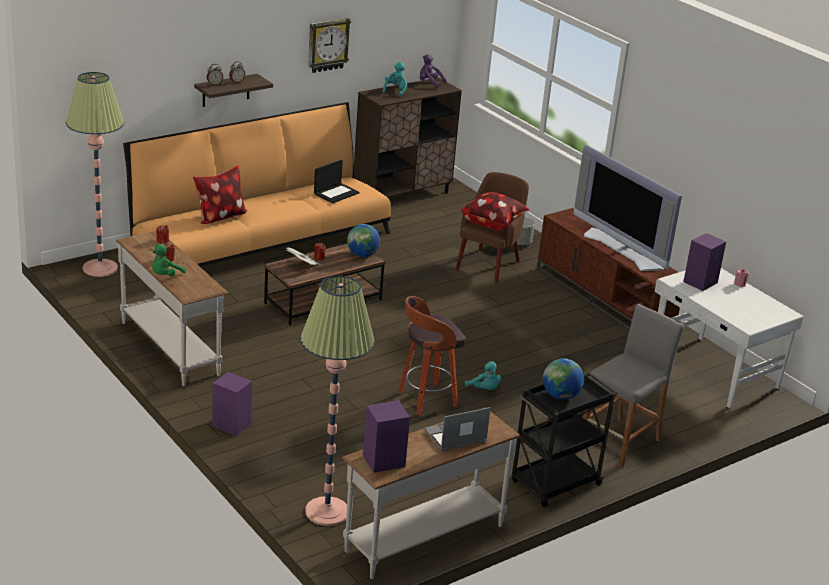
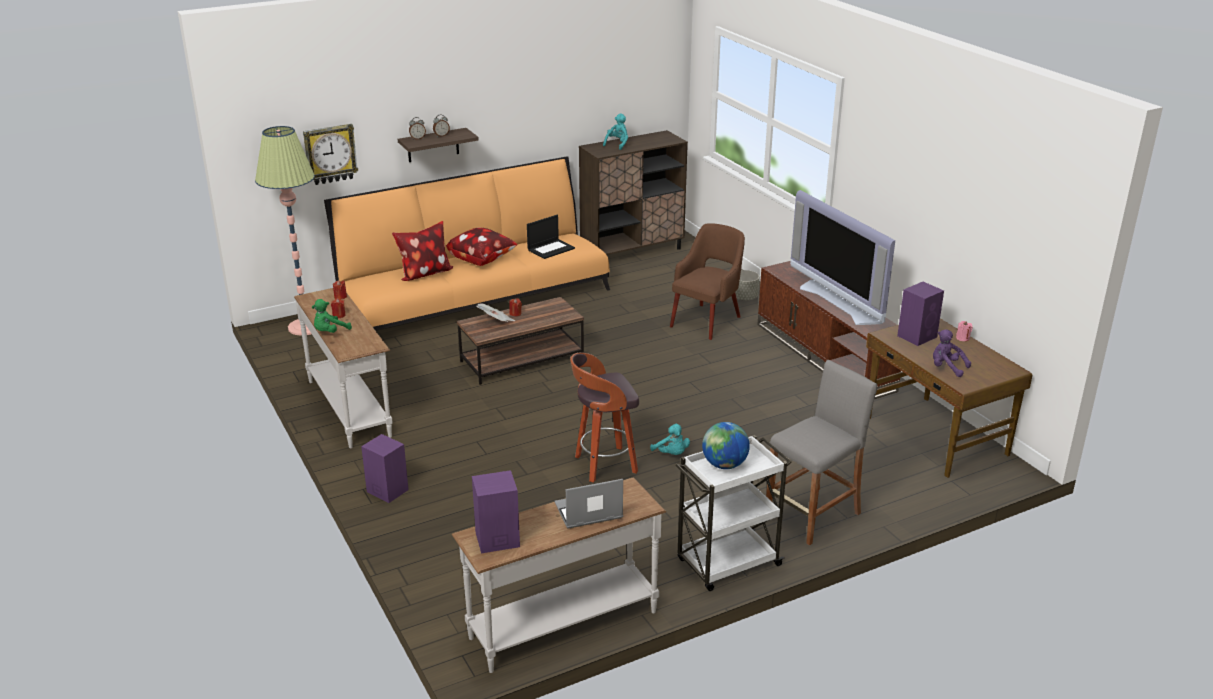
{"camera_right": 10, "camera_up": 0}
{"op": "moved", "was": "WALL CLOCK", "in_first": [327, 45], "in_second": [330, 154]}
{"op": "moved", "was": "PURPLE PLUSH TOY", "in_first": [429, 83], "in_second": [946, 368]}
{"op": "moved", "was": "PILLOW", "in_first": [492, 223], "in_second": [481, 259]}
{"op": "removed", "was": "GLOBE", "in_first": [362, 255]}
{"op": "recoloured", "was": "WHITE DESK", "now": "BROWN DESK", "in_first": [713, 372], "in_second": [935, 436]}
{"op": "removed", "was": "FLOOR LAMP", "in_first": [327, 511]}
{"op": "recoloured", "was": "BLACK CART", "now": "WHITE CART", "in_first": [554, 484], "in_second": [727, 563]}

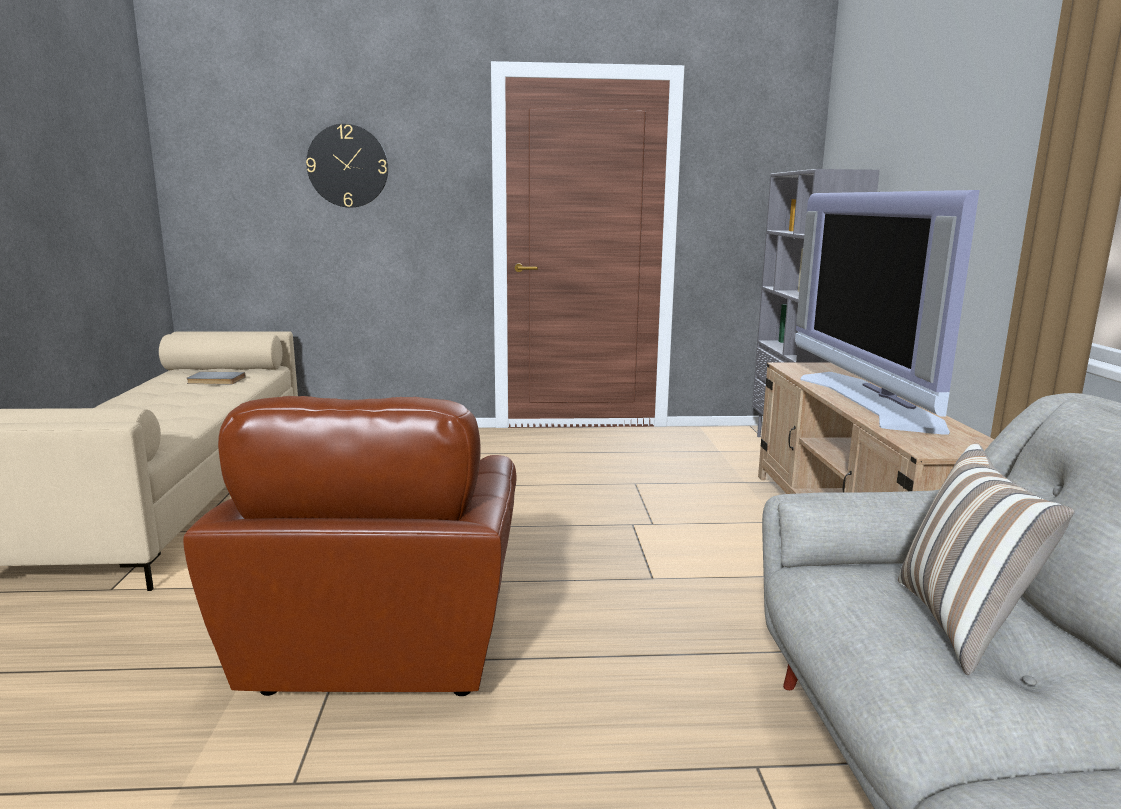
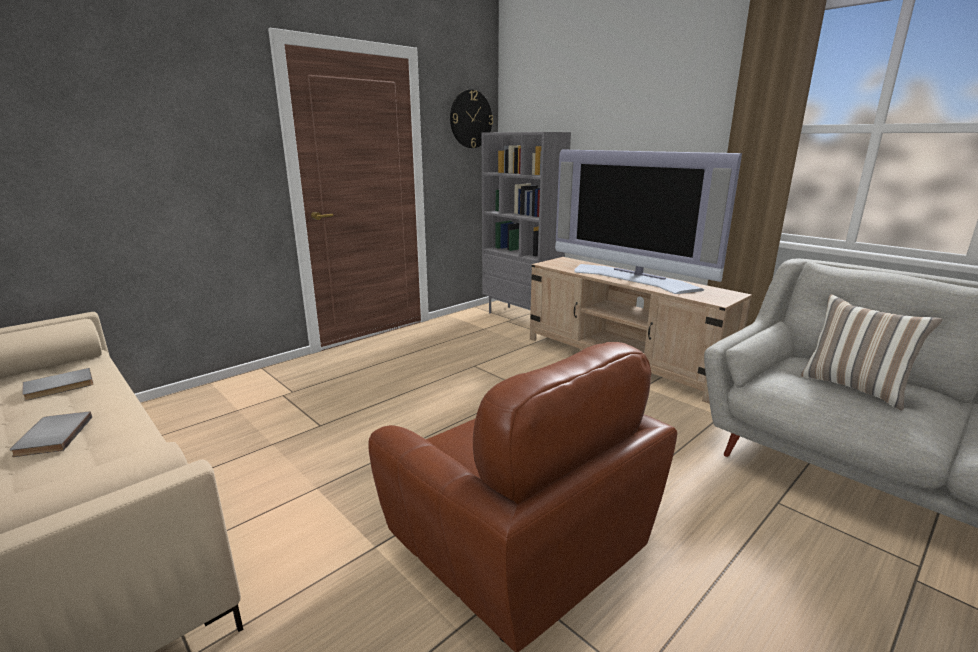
{"camera_right": -40, "camera_up": 5}
{"op": "moved", "was": "WALL CLOCK", "in_first": [348, 166], "in_second": [470, 119]}
{"op": "added", "now": "GREY BOOK", "in_second": [51, 436]}

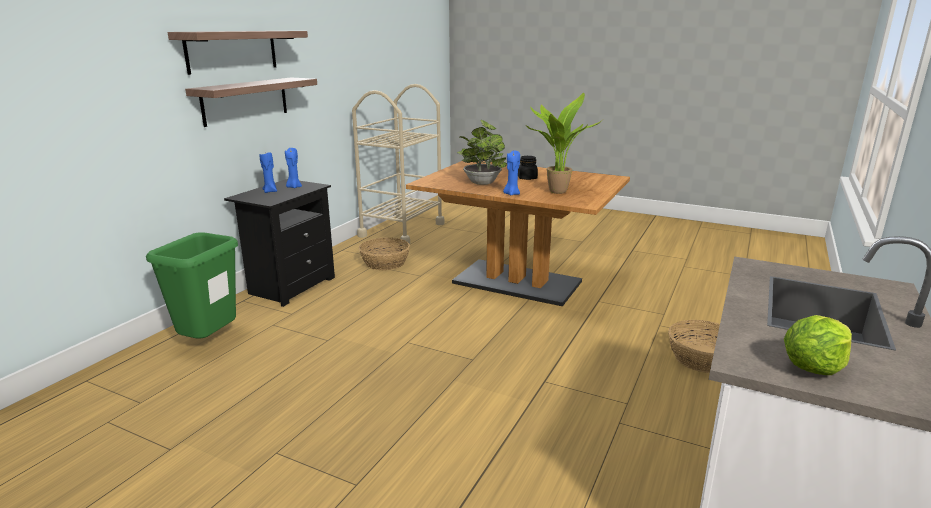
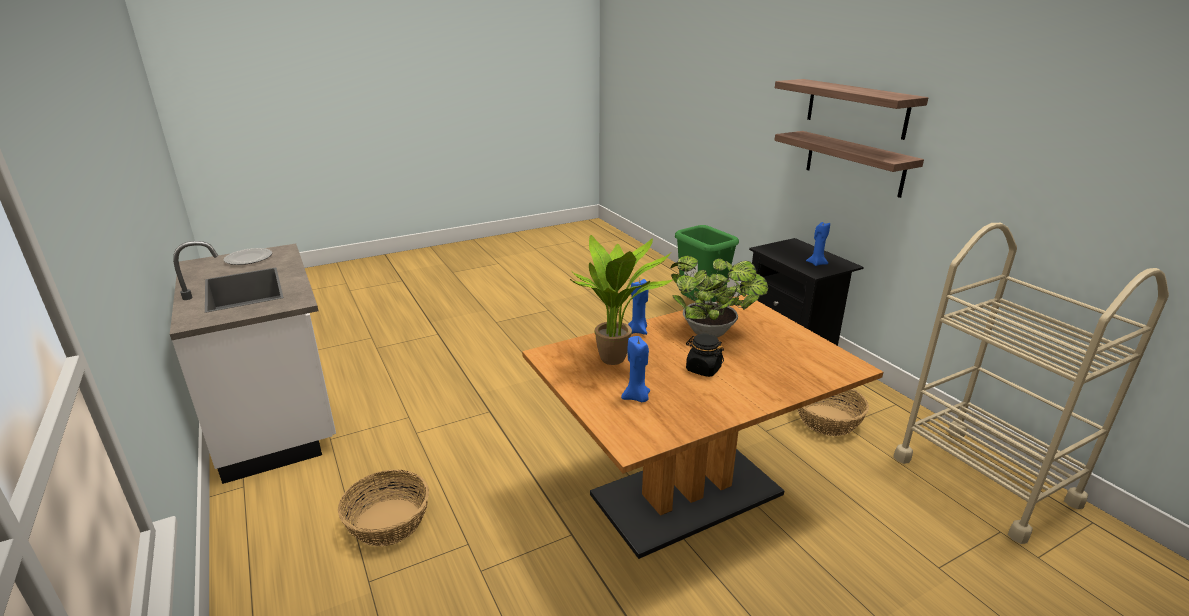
{"camera_right": 125, "camera_up": 5}
{"op": "moved", "was": "BLUE CANDLE", "in_first": [270, 191], "in_second": [637, 398]}
{"op": "replaced", "was": "LETTUCE", "now": "PLATE", "in_first": [813, 366], "in_second": [249, 258]}

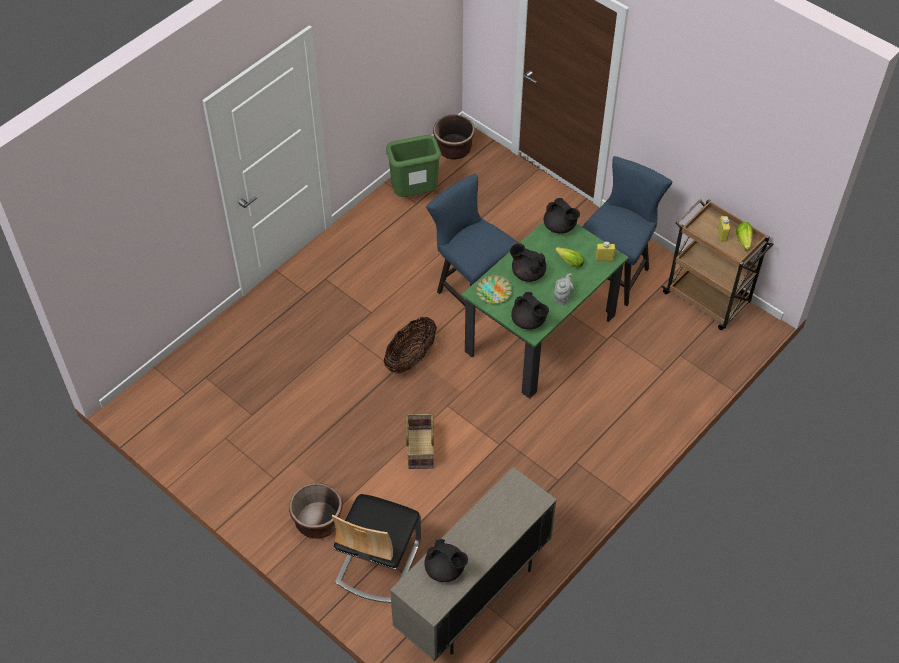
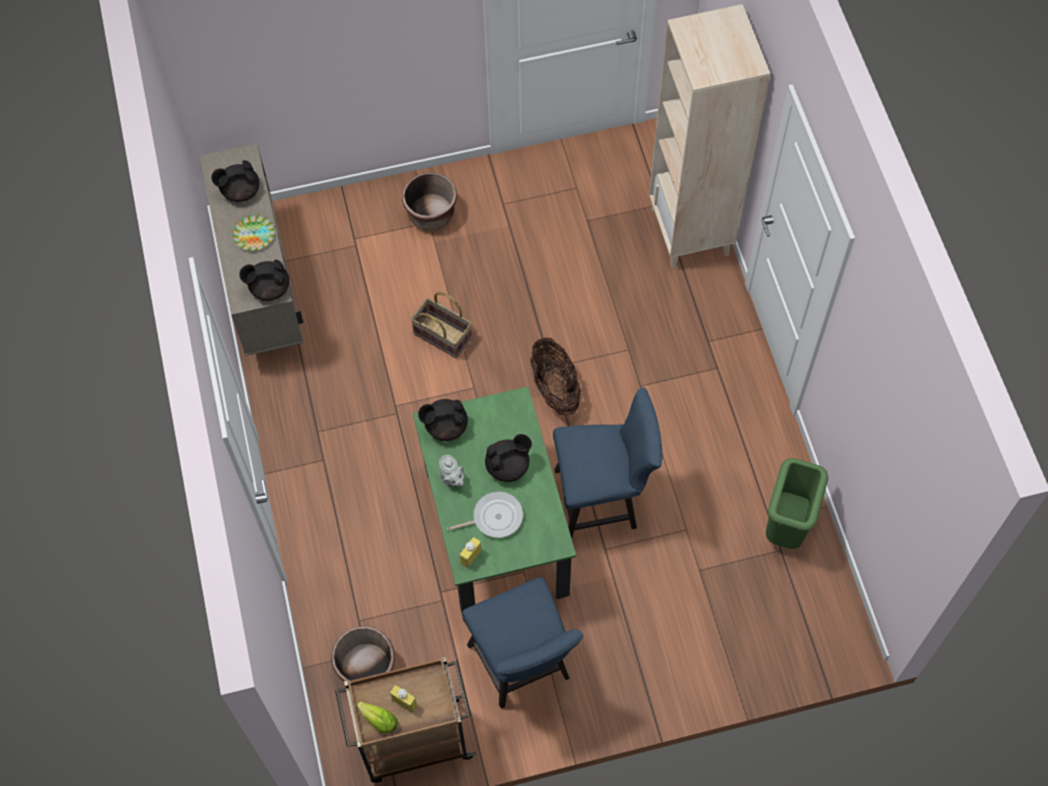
{"camera_right": 125, "camera_up": 10}
{"op": "moved", "was": "BROWN PLANTER", "in_first": [454, 149], "in_second": [366, 668]}
{"op": "moved", "was": "BLACK TEAPOT", "in_first": [560, 227], "in_second": [269, 288]}
{"op": "replaced", "was": "LETTUCE", "now": "FRYING PAN", "in_first": [568, 261], "in_second": [494, 517]}
{"op": "moved", "was": "PLATE", "in_first": [493, 291], "in_second": [254, 234]}
{"op": "removed", "was": "CHAIR", "in_first": [377, 562]}
{"op": "added", "now": "BEIGE BOOKCASE", "in_second": [690, 232]}

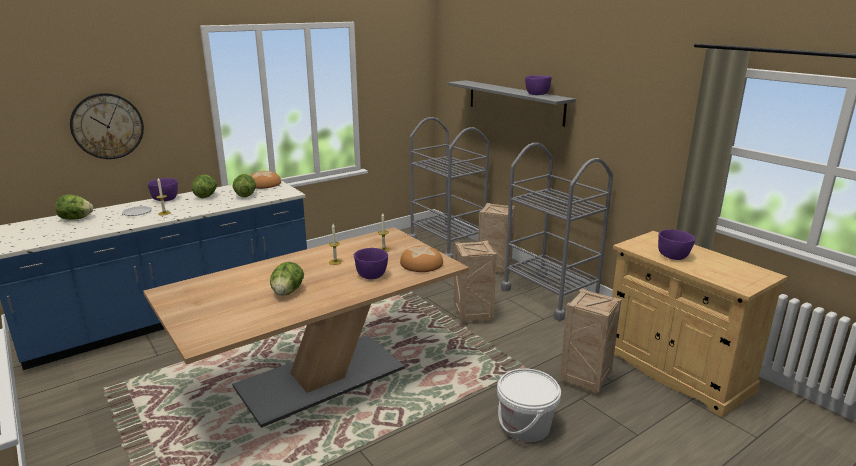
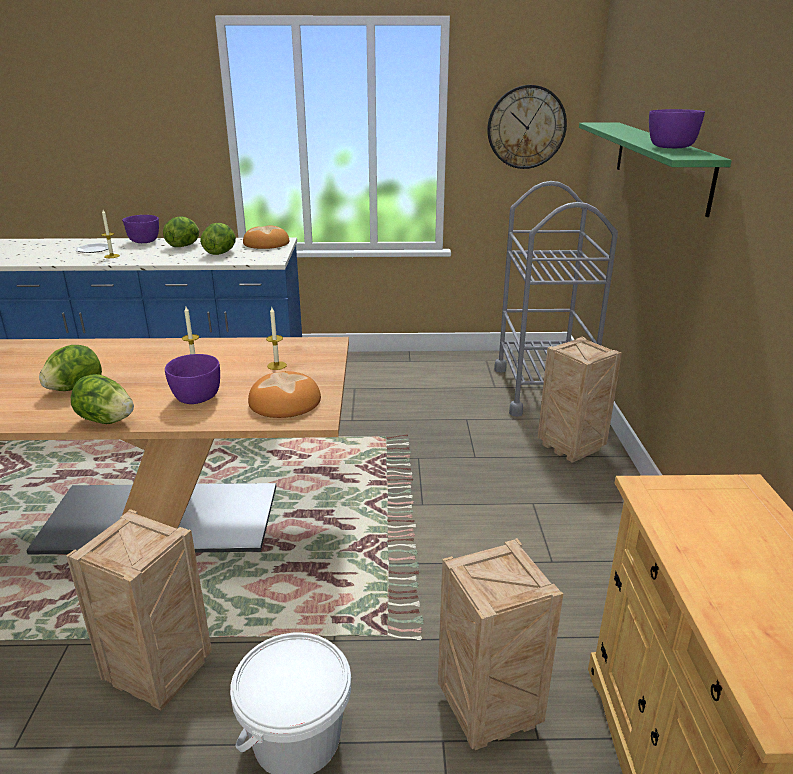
{"camera_right": 35, "camera_up": 5}
{"op": "recoloured", "was": "GREY SHELF", "now": "GREEN SHELF", "in_first": [514, 102], "in_second": [660, 163]}
{"op": "moved", "was": "WALL CLOCK", "in_first": [107, 126], "in_second": [526, 127]}
{"op": "removed", "was": "GREY CART", "in_first": [550, 295]}
{"op": "moved", "was": "LETTUCE", "in_first": [76, 219], "in_second": [106, 420]}
{"op": "removed", "was": "PURPLE BOWL", "in_first": [673, 256]}
{"op": "moved", "was": "CRATE", "in_first": [472, 317], "in_second": [157, 674]}

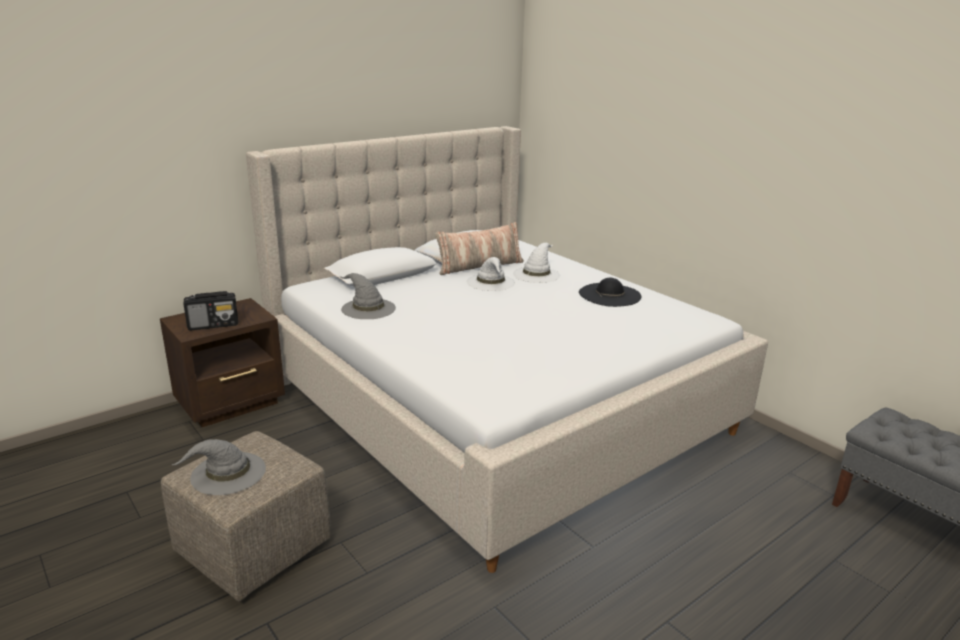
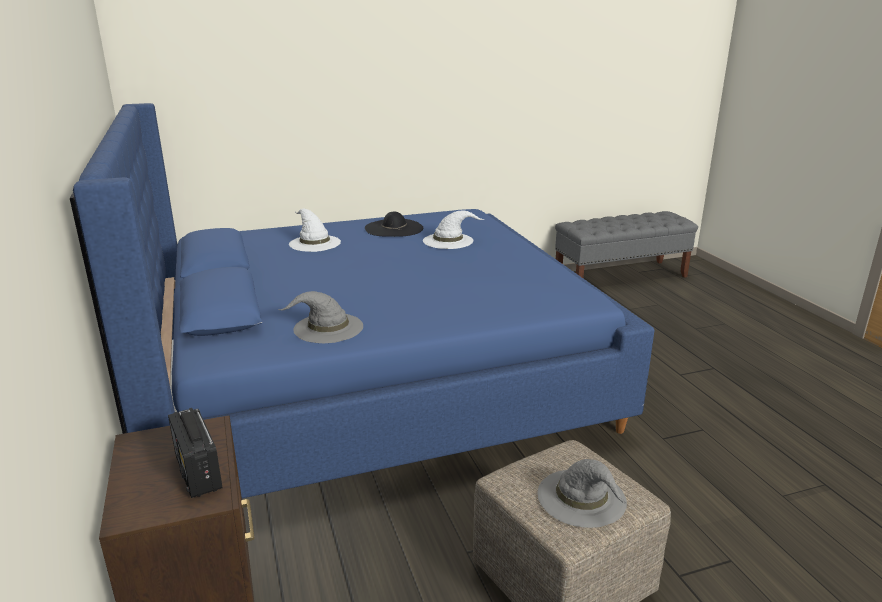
{"camera_right": -70, "camera_up": 0}
{"op": "recoloured", "was": "BEIGE BED", "now": "BLUE BED", "in_first": [495, 403], "in_second": [368, 379]}
{"op": "removed", "was": "PILLOW", "in_first": [479, 266]}
{"op": "moved", "was": "WHITE HAT", "in_first": [491, 282], "in_second": [449, 240]}
{"op": "turned", "was": "RADIO", "in_first": [213, 325], "in_second": [198, 473], "clockwise": 150}

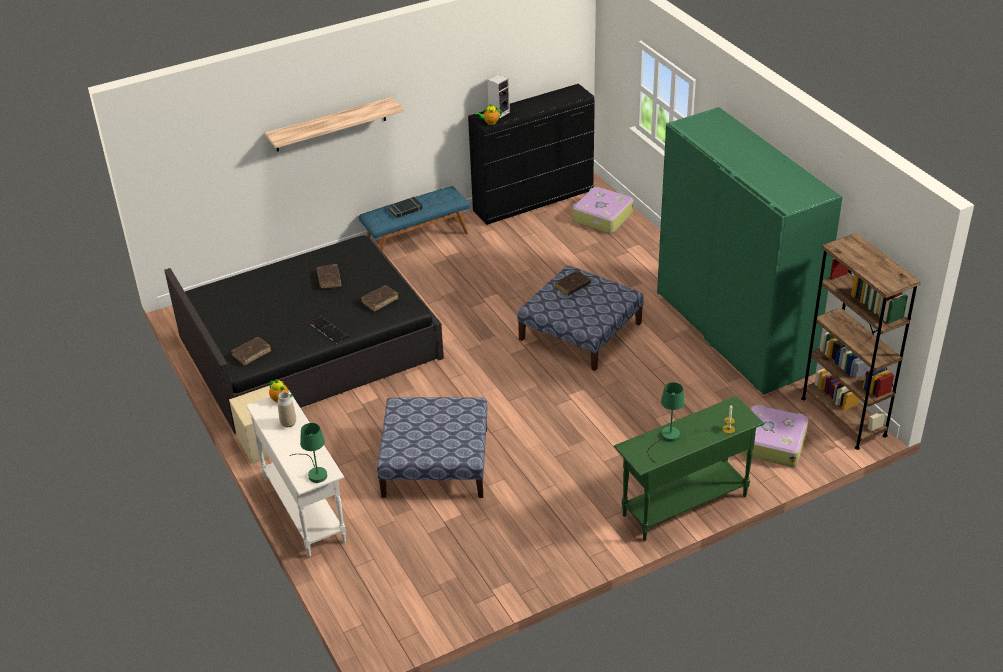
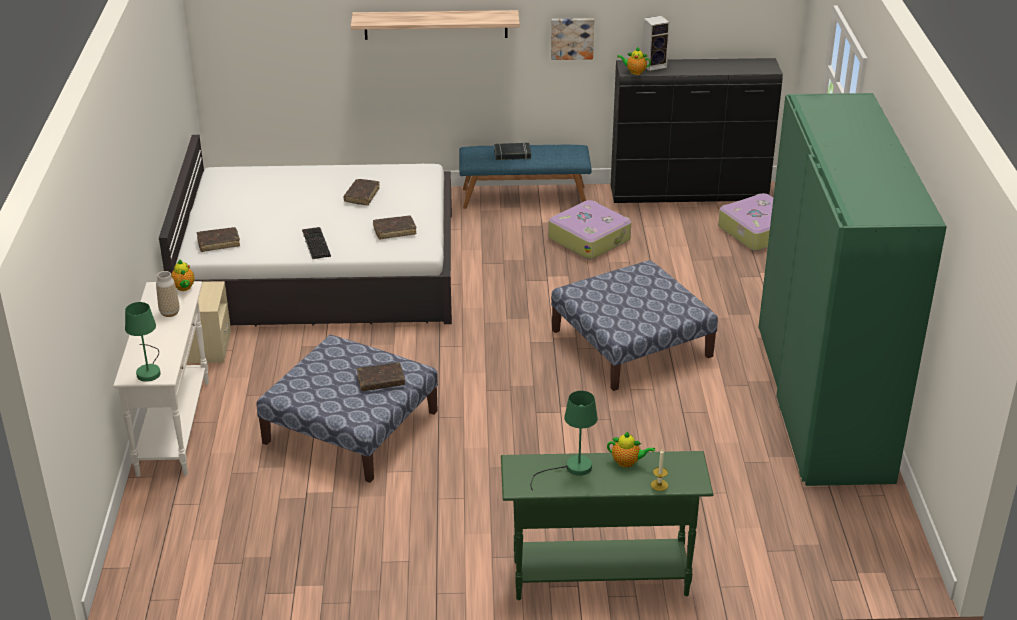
{"camera_right": 25, "camera_up": -5}
{"op": "removed", "was": "BROWN BOOKCASE", "in_first": [843, 417]}
{"op": "recoloured", "was": "BLACK BED", "now": "WHITE BED", "in_first": [308, 347], "in_second": [319, 269]}
{"op": "moved", "was": "BROWN BOOK", "in_first": [572, 286], "in_second": [381, 381]}
{"op": "moved", "was": "SUITCASE", "in_first": [772, 443], "in_second": [589, 239]}
{"op": "added", "now": "PICTURE", "in_second": [572, 38]}
{"op": "added", "now": "TEAPOT", "in_second": [627, 462]}

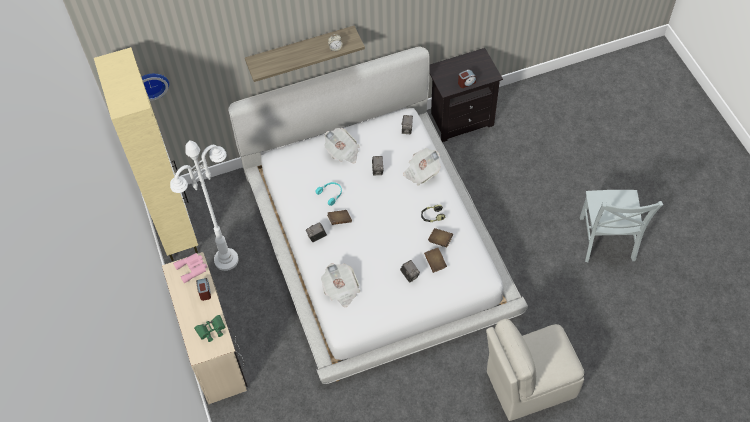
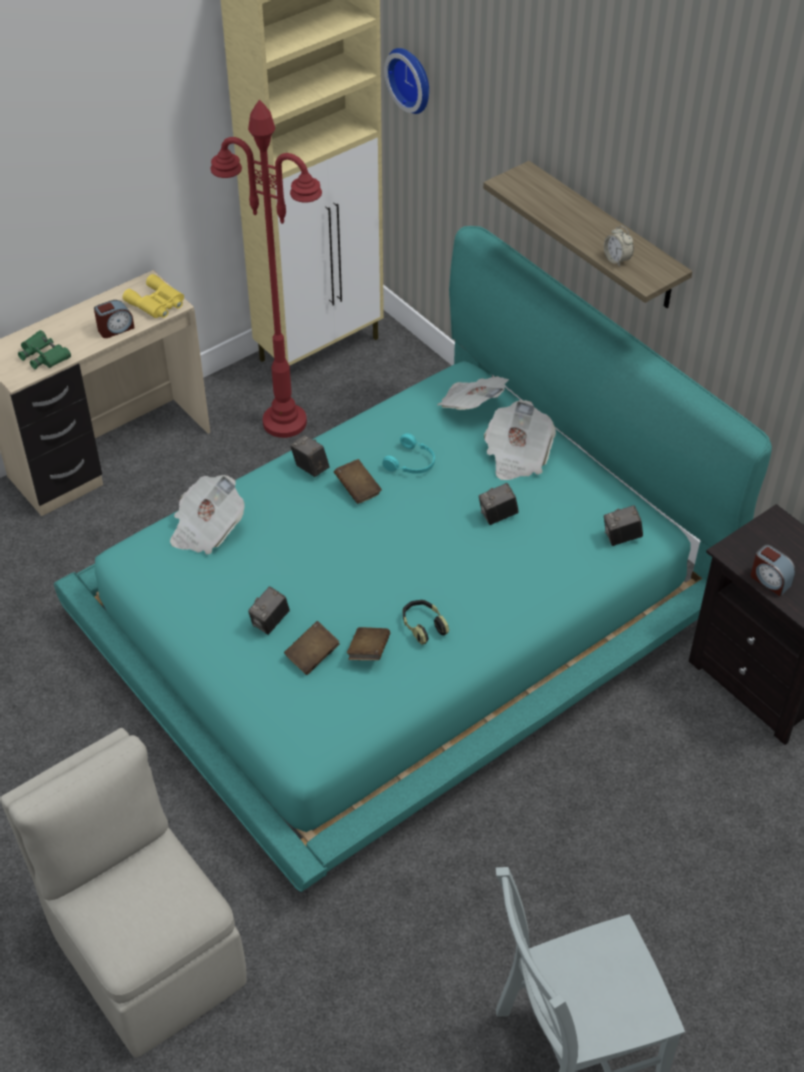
{"camera_right": 70, "camera_up": -10}
{"op": "recoloured", "was": "WHITE BED", "now": "TURQUOISE BED", "in_first": [376, 241], "in_second": [402, 613]}
{"op": "recoloured", "was": "WHITE FLOOR LAMP", "now": "RED FLOOR LAMP", "in_first": [226, 260], "in_second": [284, 422]}
{"op": "moved", "was": "NEWSPAPER", "in_first": [421, 172], "in_second": [471, 406]}
{"op": "recoloured", "was": "PINK BINOCULARS", "now": "YELLOW BINOCULARS", "in_first": [192, 268], "in_second": [157, 303]}

